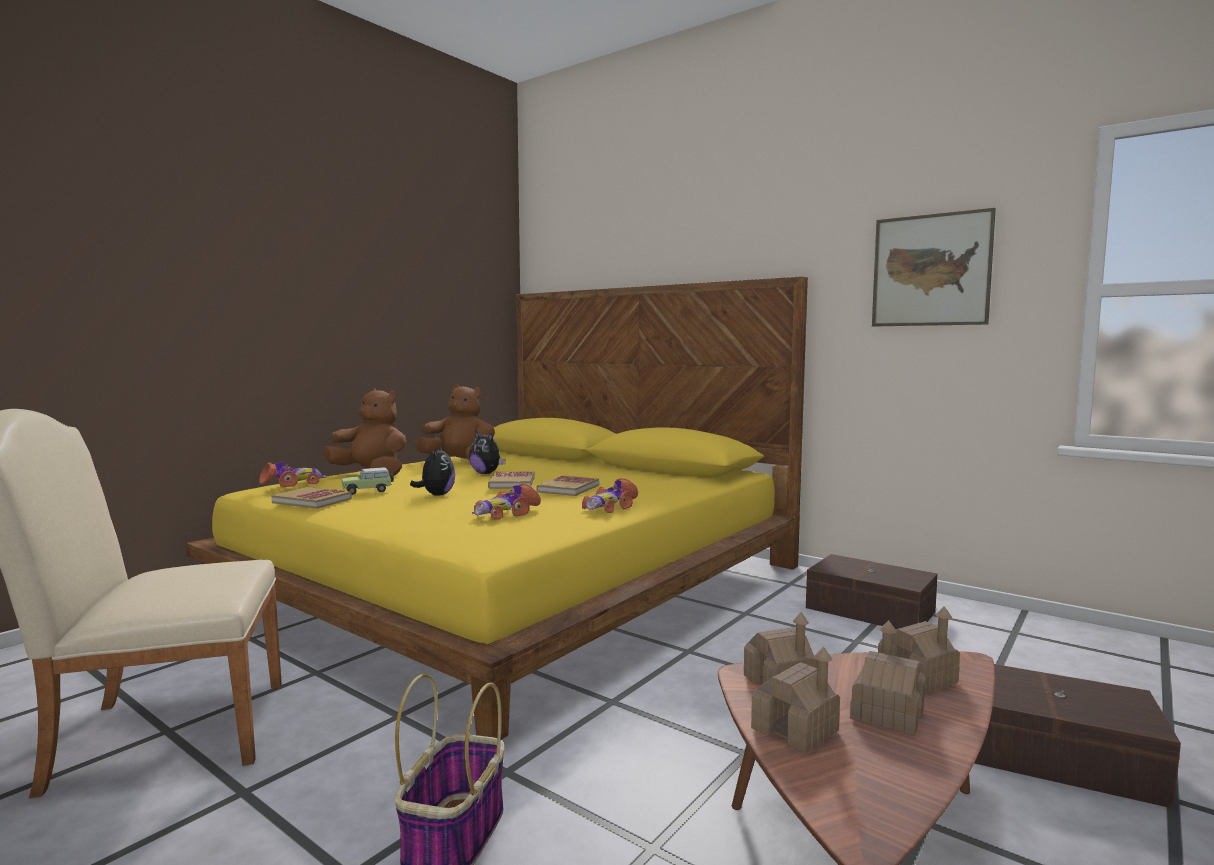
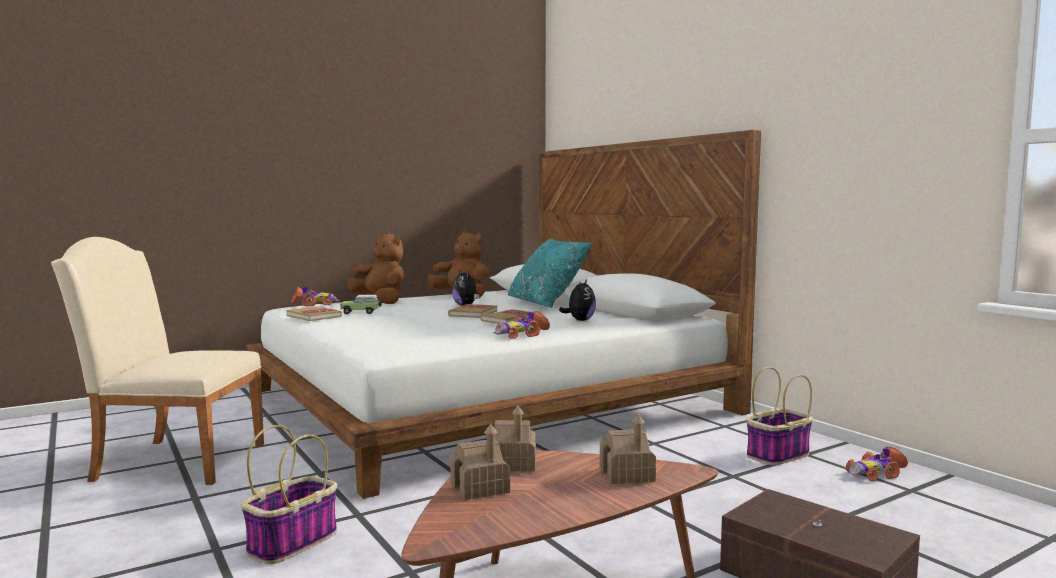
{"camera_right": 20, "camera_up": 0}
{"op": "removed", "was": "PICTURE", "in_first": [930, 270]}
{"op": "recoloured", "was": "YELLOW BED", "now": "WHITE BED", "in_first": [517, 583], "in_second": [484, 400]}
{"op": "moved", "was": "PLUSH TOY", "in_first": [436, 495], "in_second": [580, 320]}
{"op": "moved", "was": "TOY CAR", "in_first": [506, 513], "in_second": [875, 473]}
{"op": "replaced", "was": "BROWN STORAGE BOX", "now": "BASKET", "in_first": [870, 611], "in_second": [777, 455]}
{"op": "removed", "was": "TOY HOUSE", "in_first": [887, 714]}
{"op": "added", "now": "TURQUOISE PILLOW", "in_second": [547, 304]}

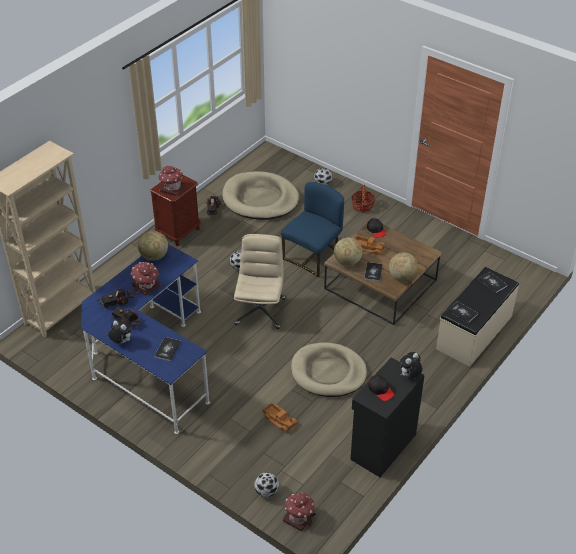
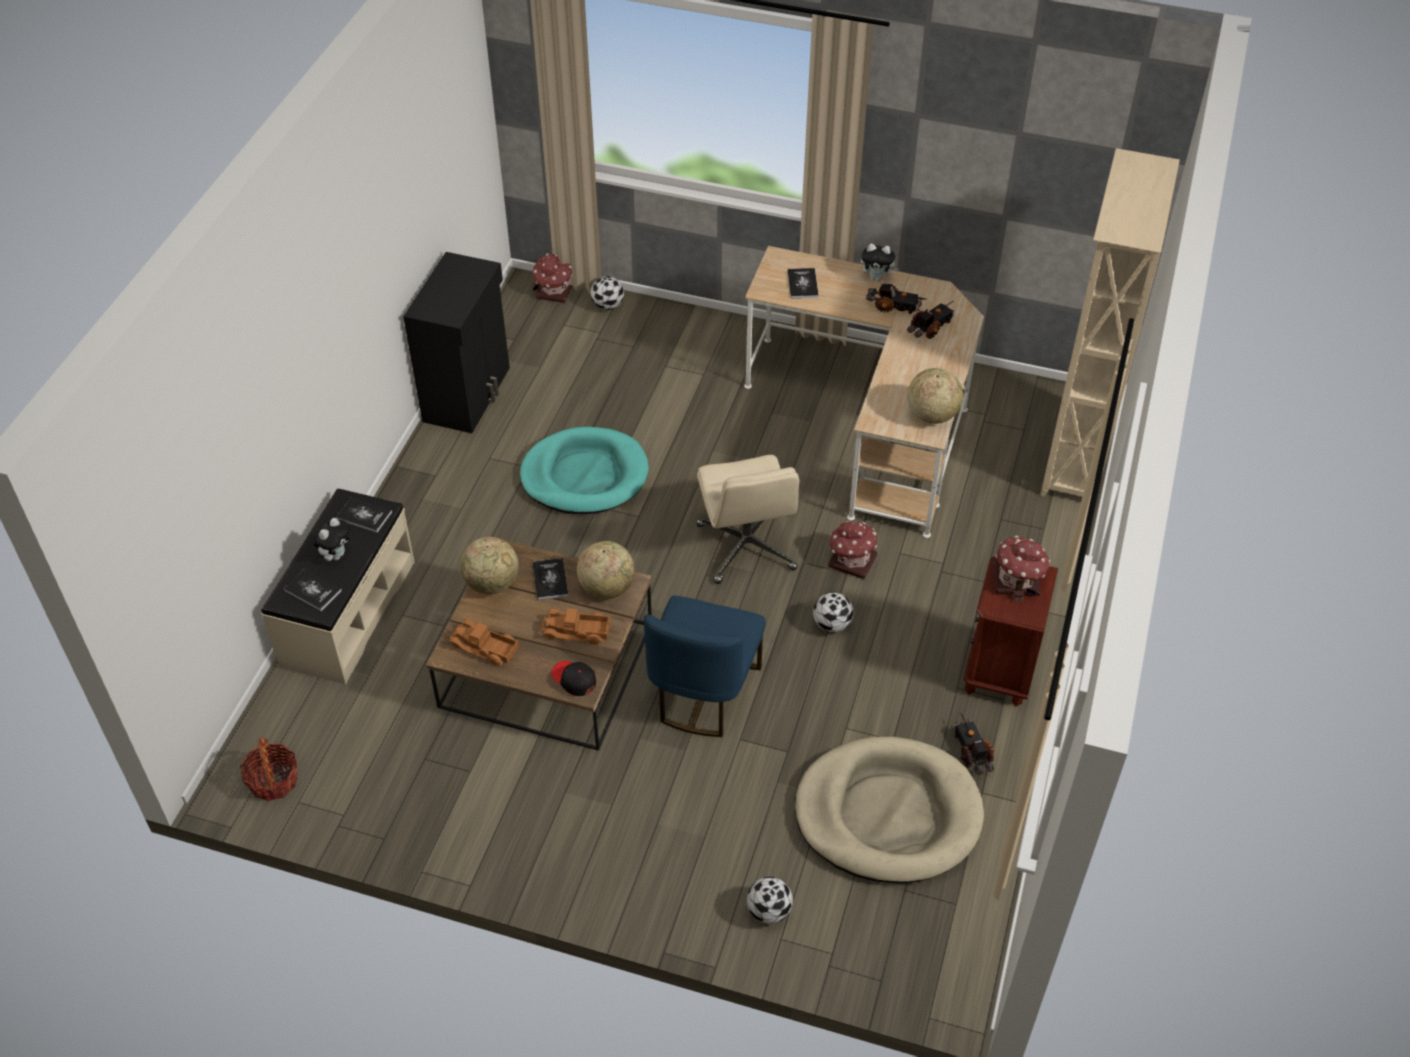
{"camera_right": 160, "camera_up": 5}
{"op": "moved", "was": "BASKET", "in_first": [362, 206], "in_second": [273, 781]}
{"op": "recoloured", "was": "BLUE DESK", "now": "BEIGE DESK", "in_first": [150, 360], "in_second": [873, 420]}
{"op": "moved", "was": "TOY HOUSE", "in_first": [146, 286], "in_second": [851, 561]}
{"op": "recoloured", "was": "BEIGE DOG BED", "now": "TURQUOISE DOG BED", "in_first": [328, 372], "in_second": [584, 475]}
{"op": "moved", "was": "PLUSH TOY", "in_first": [409, 376], "in_second": [336, 554]}
{"op": "removed", "was": "BLACK CAP", "in_first": [380, 390]}
{"op": "moved", "was": "TOY TRUCK", "in_first": [280, 420], "in_second": [484, 648]}

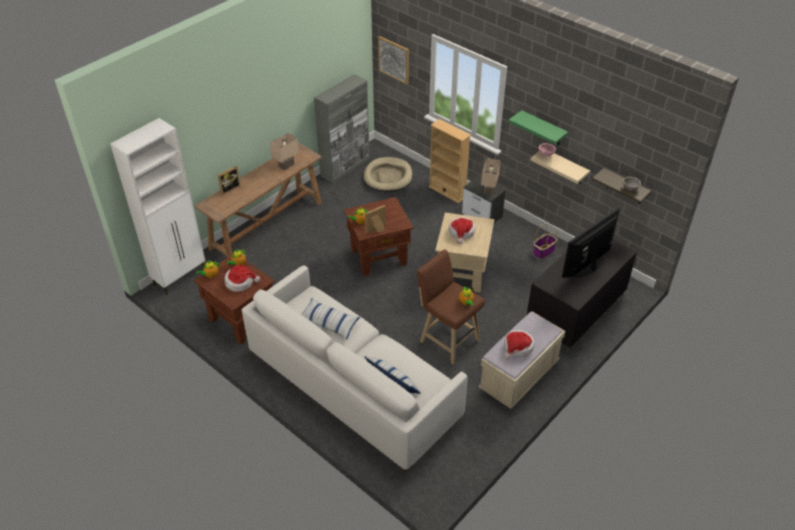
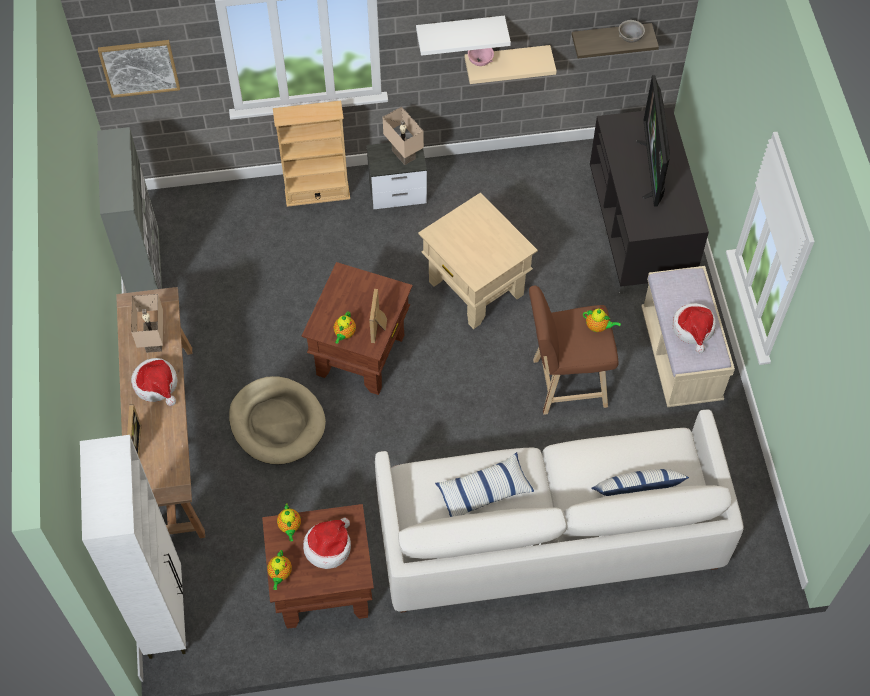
{"camera_right": -50, "camera_up": 15}
{"op": "recoloured", "was": "GREEN SHELF", "now": "WHITE SHELF", "in_first": [543, 129], "in_second": [460, 31]}
{"op": "moved", "was": "BEIGE DOG BED", "in_first": [388, 176], "in_second": [277, 422]}
{"op": "moved", "was": "HAT", "in_first": [461, 232], "in_second": [157, 385]}
{"op": "removed", "was": "BASKET", "in_first": [543, 251]}

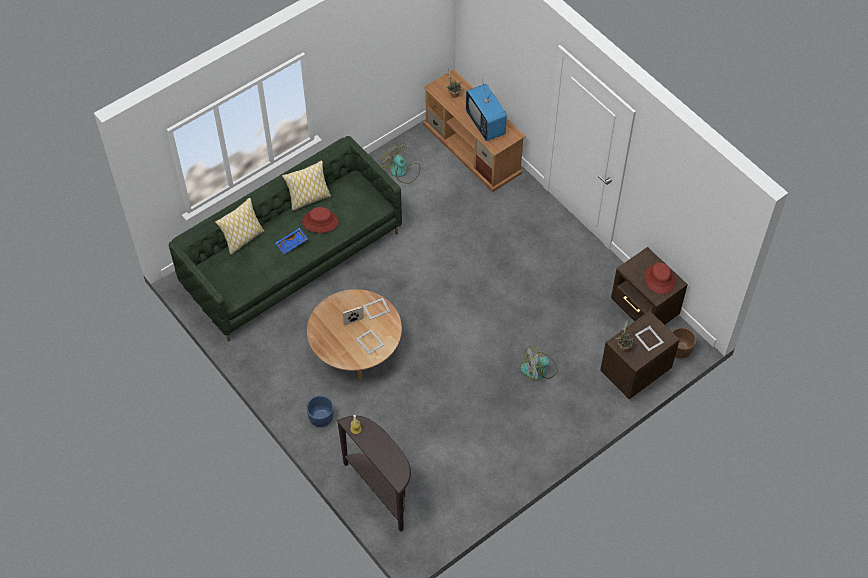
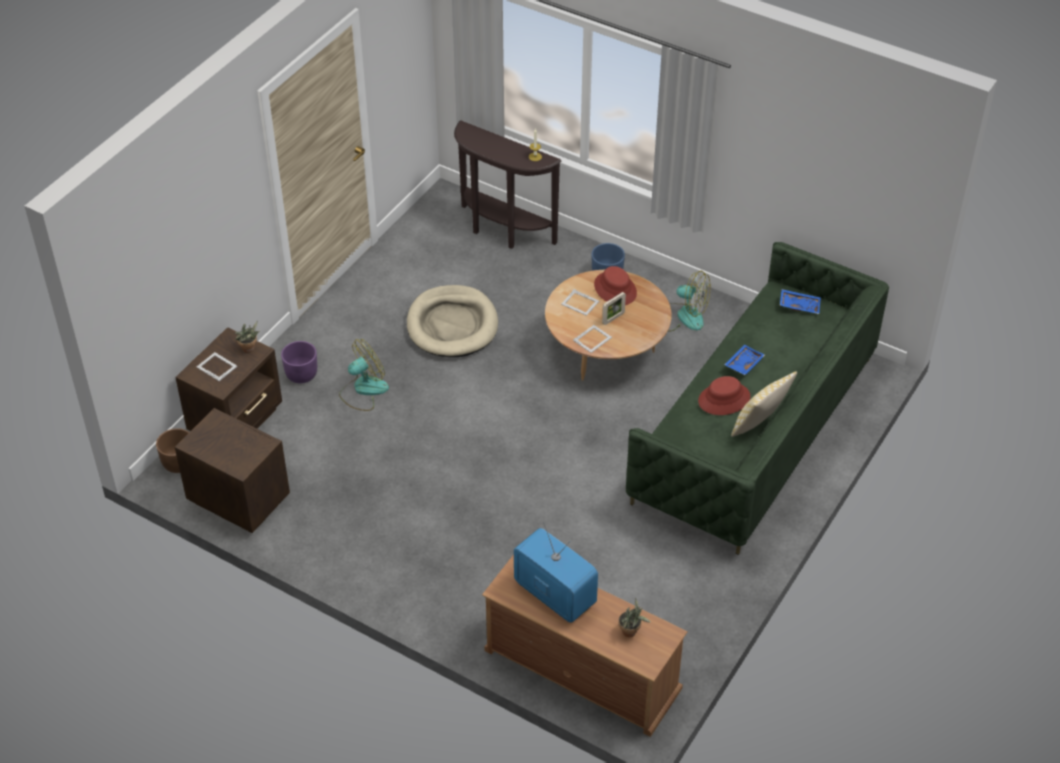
{"camera_right": 160, "camera_up": -10}
{"op": "moved", "was": "FAN", "in_first": [402, 171], "in_second": [683, 316]}
{"op": "removed", "was": "PILLOW", "in_first": [243, 239]}
{"op": "moved", "was": "RED HAT", "in_first": [659, 279], "in_second": [615, 289]}
{"op": "added", "now": "BEIGE DOG BED", "in_second": [452, 325]}
{"op": "added", "now": "BLUE TRAY", "in_second": [799, 305]}
{"op": "added", "now": "PURPLE PLANTER", "in_second": [301, 374]}

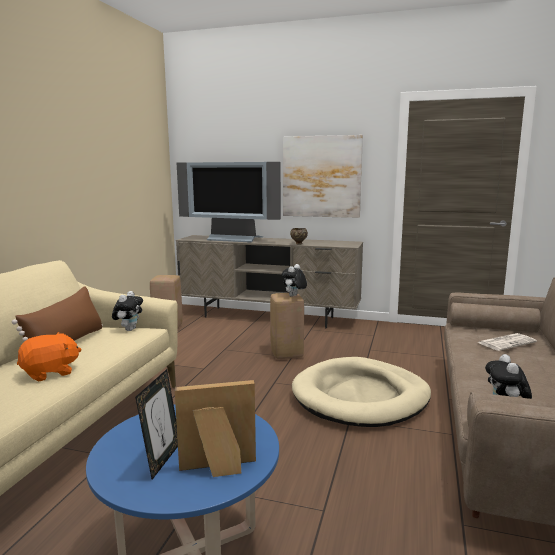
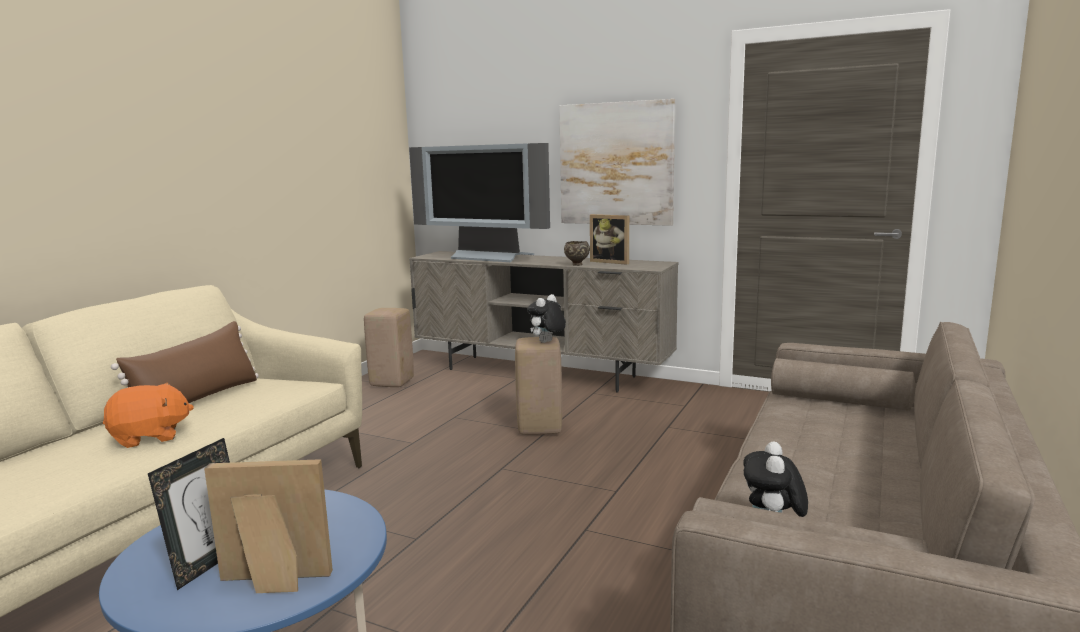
{"camera_right": 10, "camera_up": 0}
{"op": "removed", "was": "PLUSH TOY", "in_first": [129, 329]}
{"op": "removed", "was": "NEWSPAPER", "in_first": [506, 342]}
{"op": "removed", "was": "BEIGE DOG BED", "in_first": [360, 397]}
{"op": "added", "now": "PICTURE FRAME", "in_second": [611, 262]}

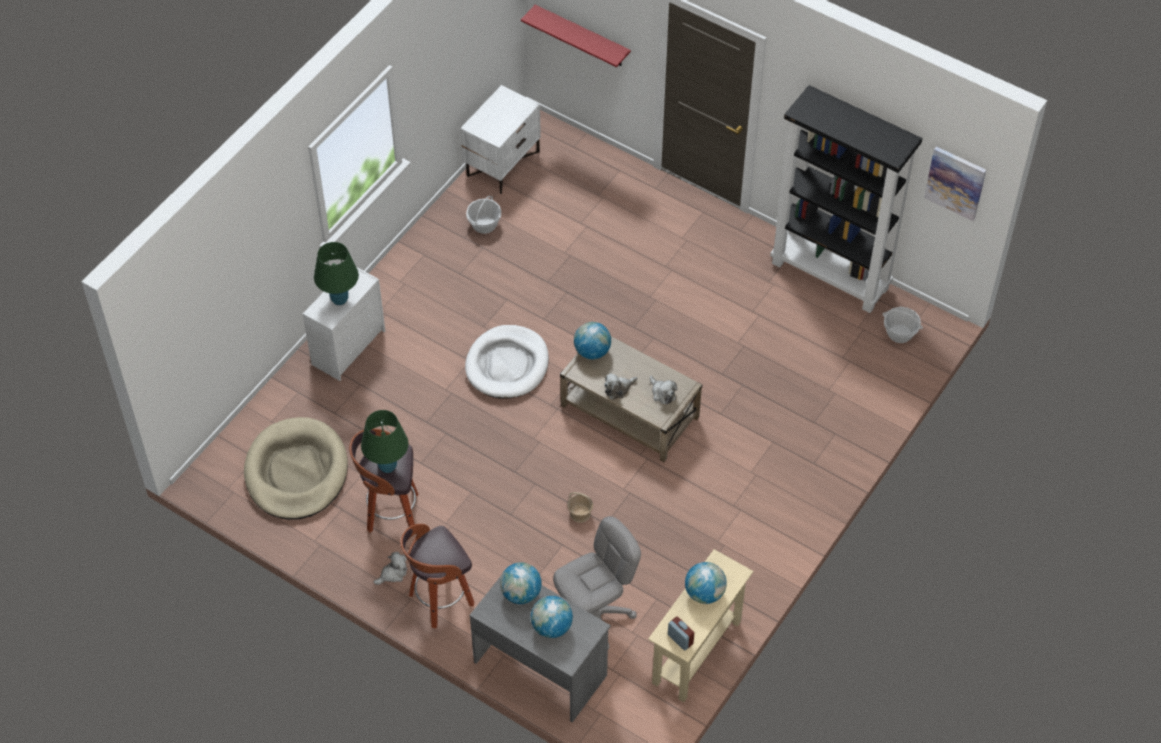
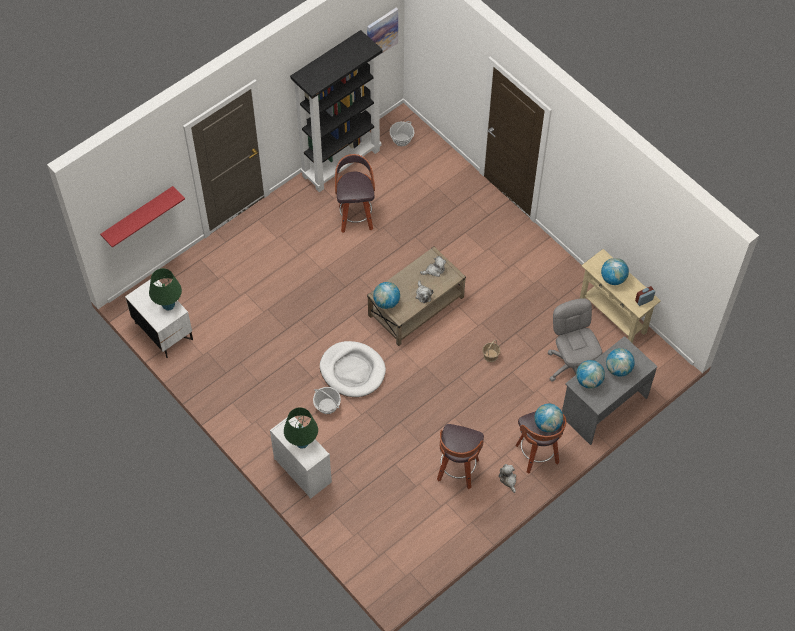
{"camera_right": -75, "camera_up": 5}
{"op": "moved", "was": "BASKET", "in_first": [484, 225], "in_second": [327, 406]}
{"op": "moved", "was": "GREEN TABLE LAMP", "in_first": [387, 466], "in_second": [168, 305]}
{"op": "removed", "was": "BEIGE DOG BED", "in_first": [296, 472]}
{"op": "added", "now": "STOOL", "in_second": [355, 217]}
{"op": "added", "now": "GLOBE", "in_second": [547, 424]}

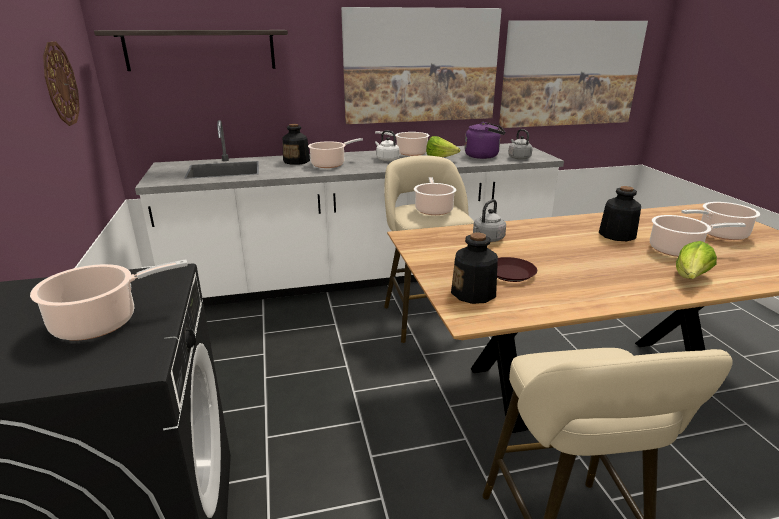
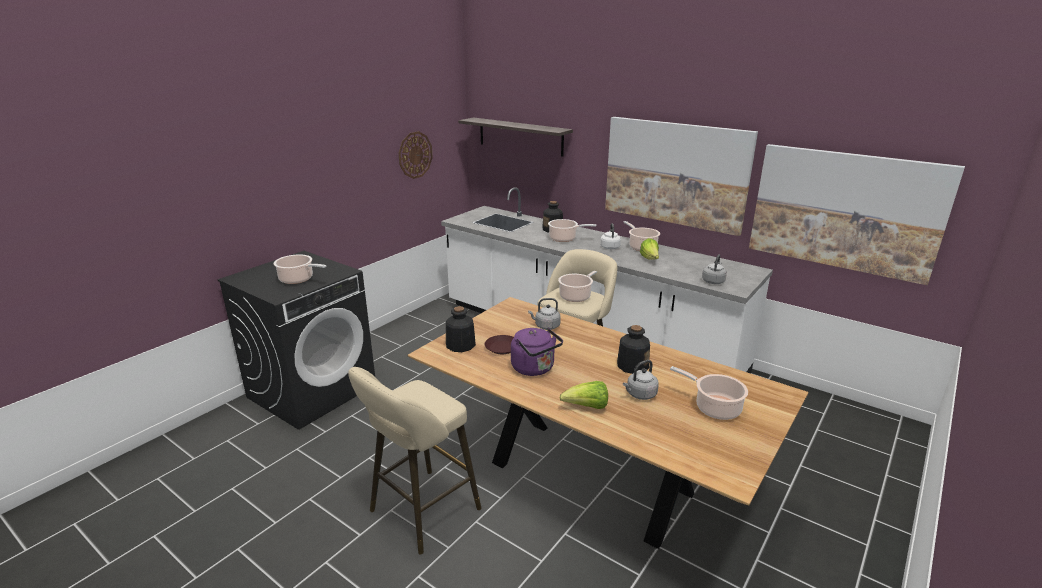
{"camera_right": 50, "camera_up": 0}
{"op": "moved", "was": "PURPLE KETTLE", "in_first": [483, 156], "in_second": [535, 369]}
{"op": "replaced", "was": "COOKING POT", "now": "GREY KETTLE", "in_first": [678, 250], "in_second": [640, 394]}

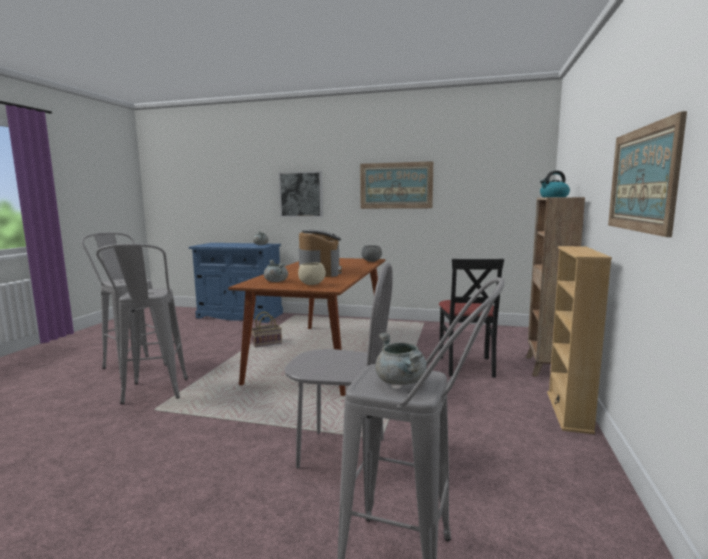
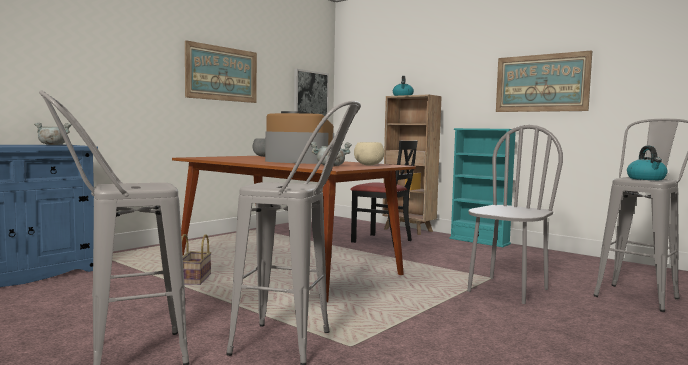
{"camera_right": -65, "camera_up": -5}
{"op": "moved", "was": "PICTURE", "in_first": [301, 194], "in_second": [310, 94]}
{"op": "recoloured", "was": "BEIGE BOOKCASE", "now": "TURQUOISE BOOKCASE", "in_first": [569, 411], "in_second": [479, 241]}
{"op": "replaced", "was": "GREY COOKING POT", "now": "KETTLE", "in_first": [401, 382], "in_second": [646, 179]}

